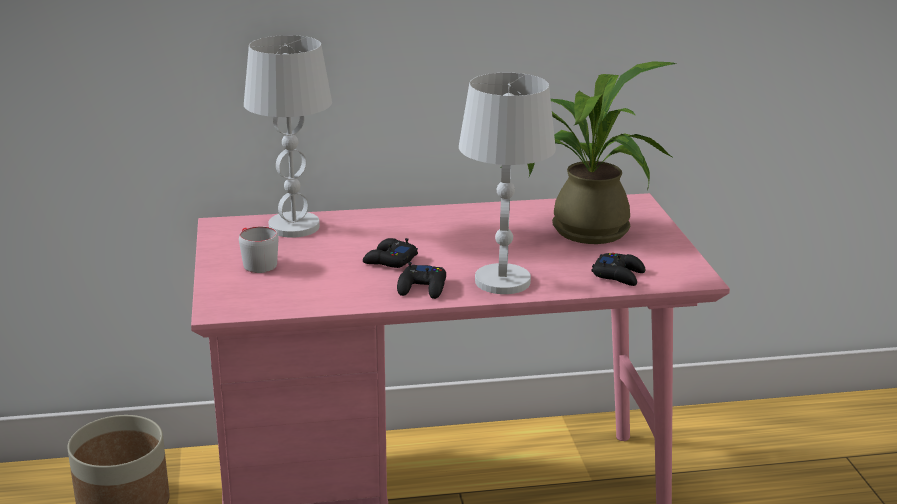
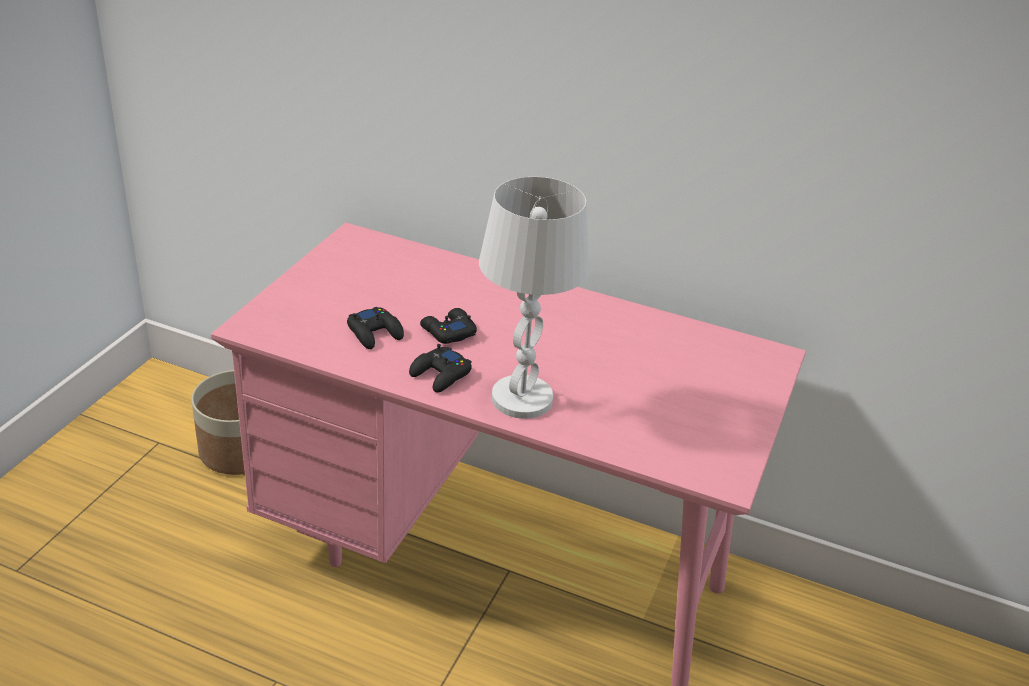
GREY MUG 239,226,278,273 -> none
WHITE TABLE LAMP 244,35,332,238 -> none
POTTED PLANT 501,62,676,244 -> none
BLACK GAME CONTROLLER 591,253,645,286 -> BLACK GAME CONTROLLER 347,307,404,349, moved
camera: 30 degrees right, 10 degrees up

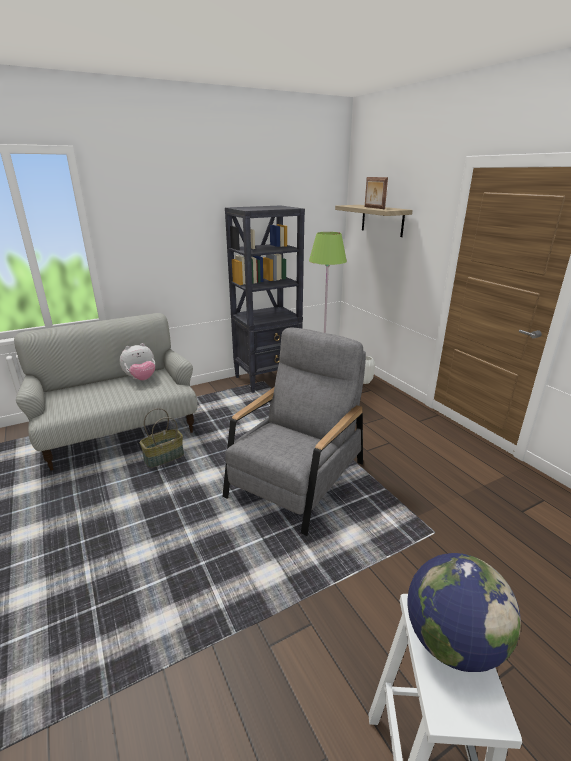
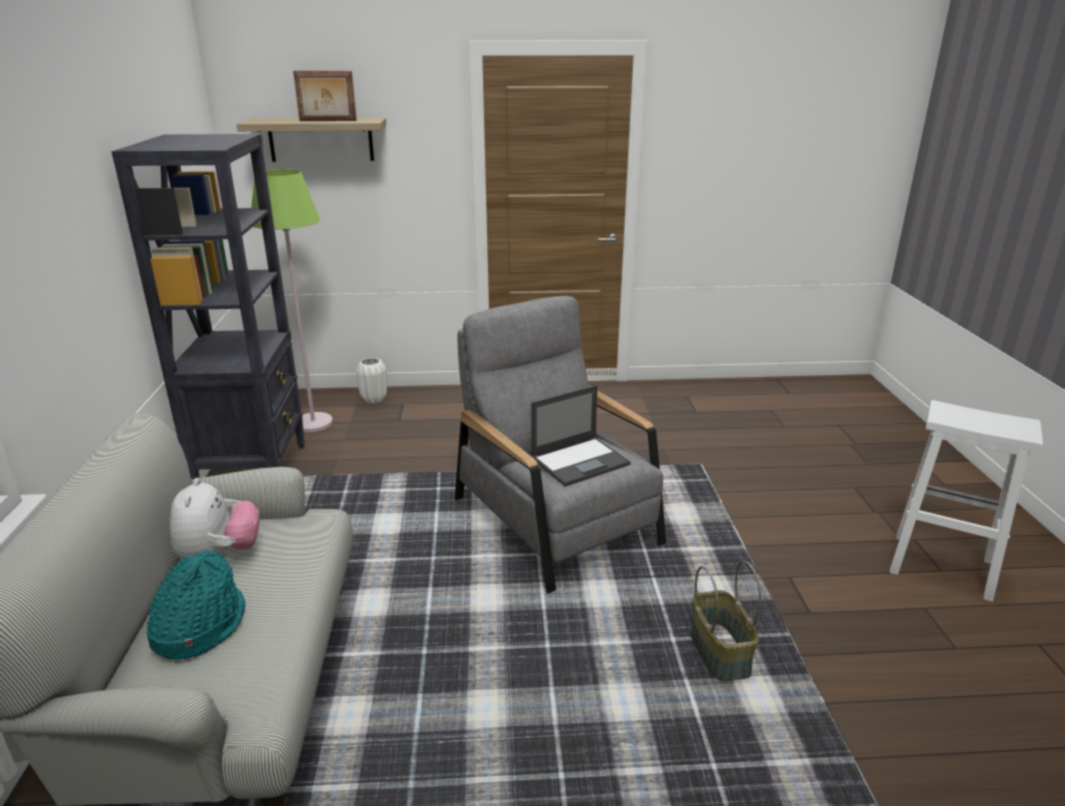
GLOBE 408,553,521,672 -> none
none -> TURQUOISE HAT 146,550,246,660
none -> LAPTOP 531,385,630,487
BASKET 140,408,184,468 -> BASKET 690,561,761,682, moved
camera: 65 degrees left, 0 degrees up

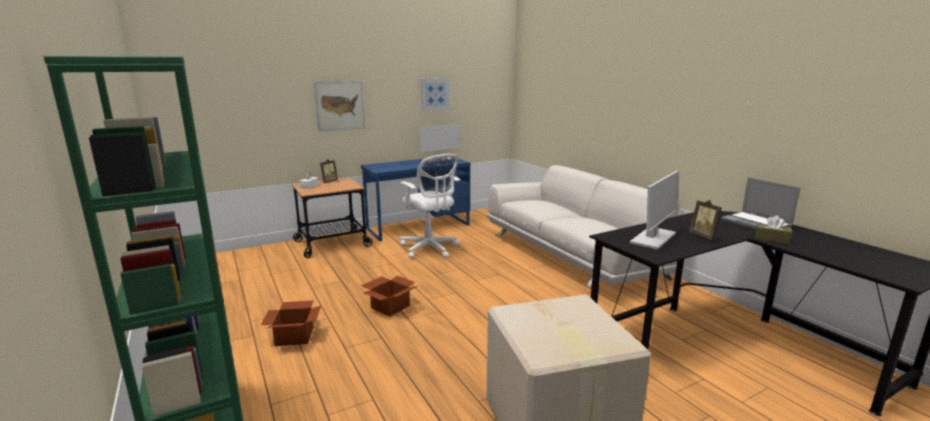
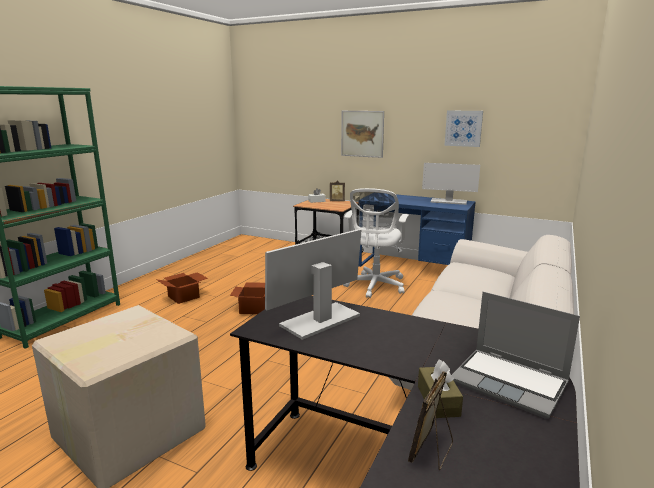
PICTURE FRAME 689,200,722,240 -> PICTURE FRAME 408,371,453,470, moved
MONITOR 630,171,679,250 -> MONITOR 265,229,361,340, 135 degrees clockwise
LAPTOP 721,178,801,230 -> LAPTOP 452,292,580,419, 75 degrees counterclockwise
camera: 55 degrees right, 0 degrees up

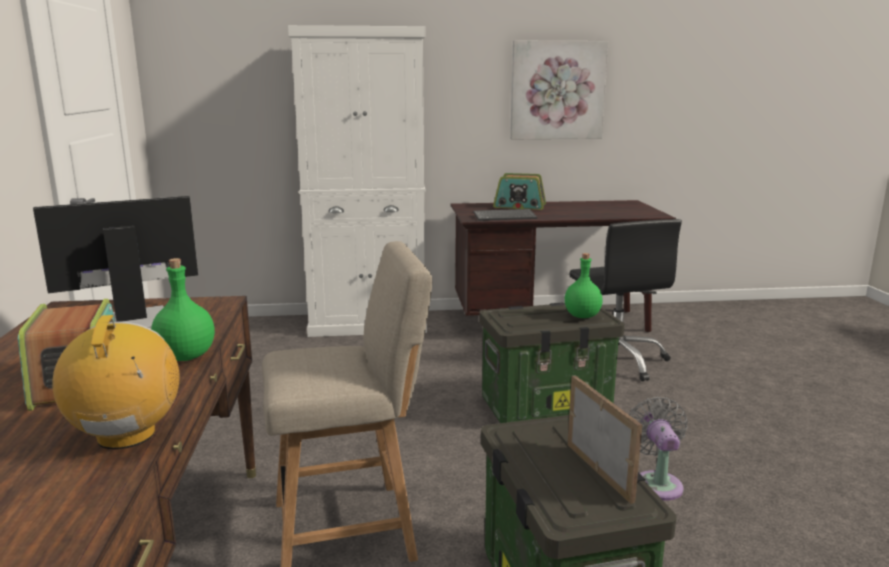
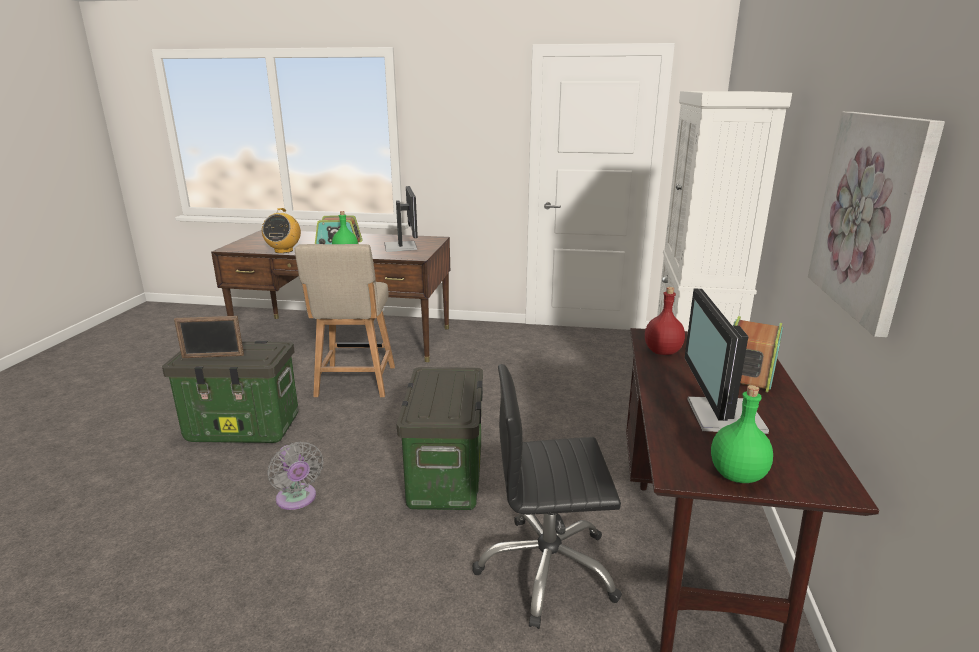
none -> MONITOR 684,289,769,434
GREEN BOTTLE 565,253,603,318 -> GREEN BOTTLE 711,385,773,483, moved
KEYBOARD 473,209,537,221 -> RED BOTTLE 645,287,685,355
RADIO 52,315,180,449 -> RADIO 262,208,301,253, 90 degrees clockwise
GREY FAN 629,397,688,501 -> GREY FAN 267,441,324,510, 45 degrees clockwise
camera: 105 degrees right, 5 degrees up

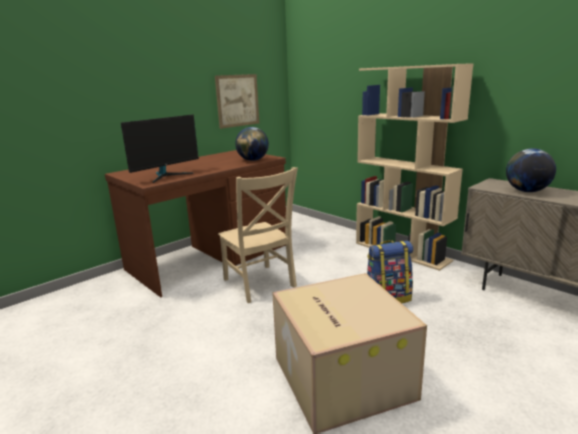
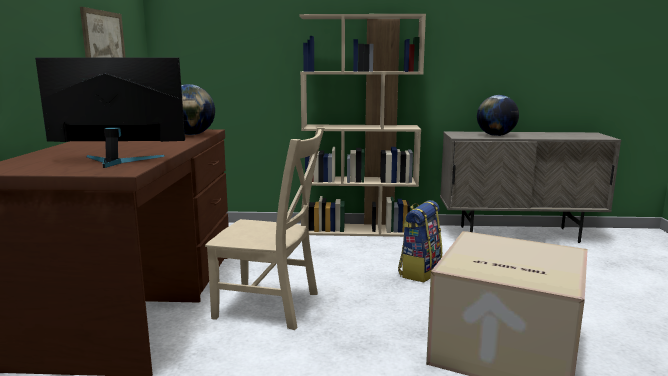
MONITOR 121,115,199,183 -> MONITOR 35,58,185,168, 90 degrees counterclockwise
camera: 45 degrees left, 5 degrees down

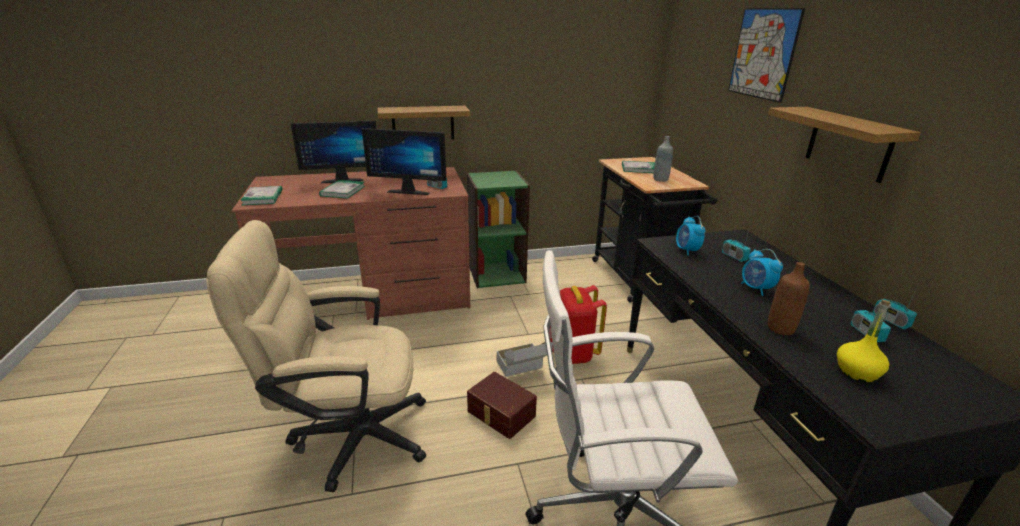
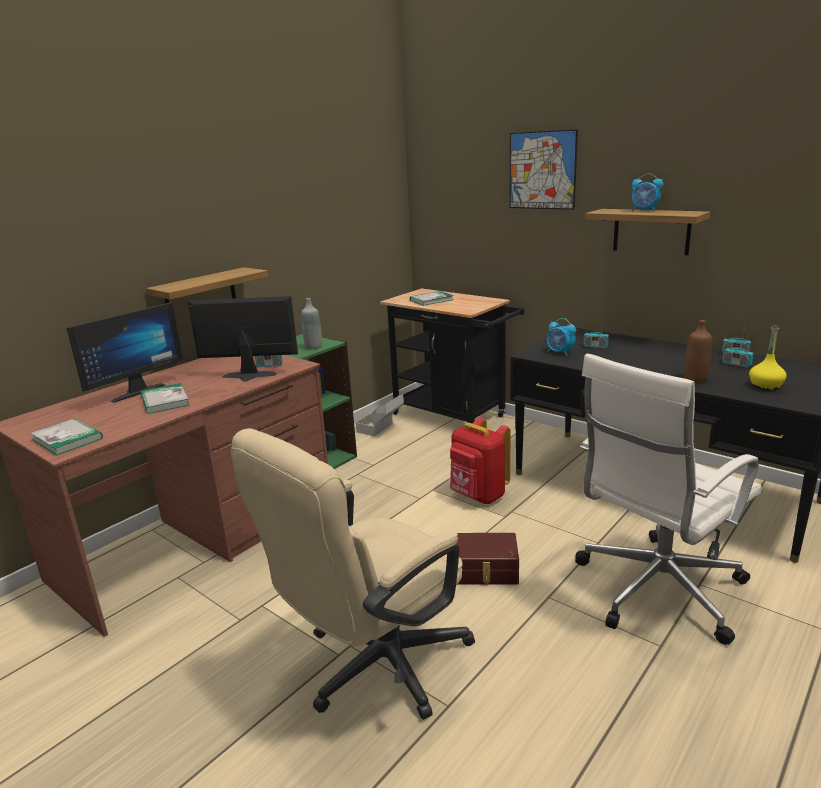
CARDBOARD BOX 497,342,553,377 -> CARDBOARD BOX 356,393,404,436, moved
GREY BOTTLE 653,136,673,182 -> GREY BOTTLE 301,298,322,349, moved
ALARM CLOCK 741,249,783,296 -> ALARM CLOCK 632,173,663,212, moved
MONITOR 362,128,447,195 -> MONITOR 188,296,298,382, 150 degrees counterclockwise
camera: 35 degrees left, 5 degrees down

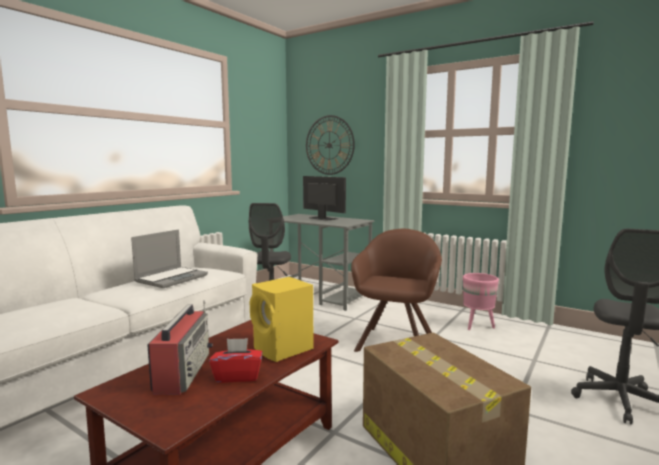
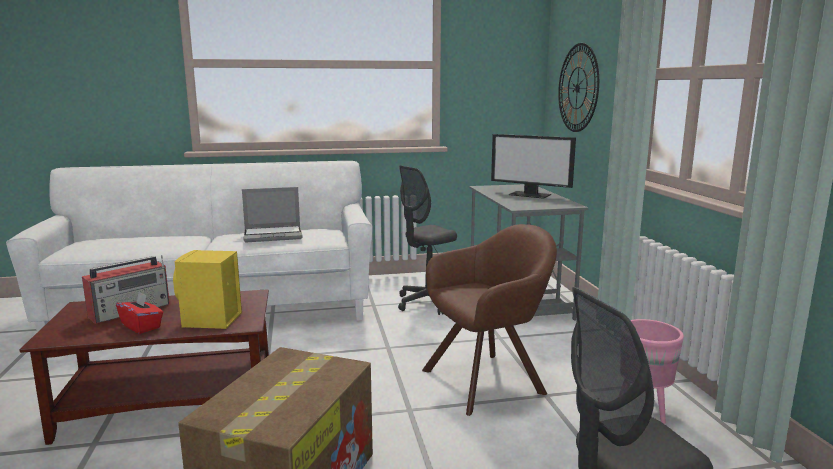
MONITOR 303,176,346,221 -> MONITOR 491,134,576,199, 120 degrees clockwise
camera: 45 degrees right, 5 degrees up

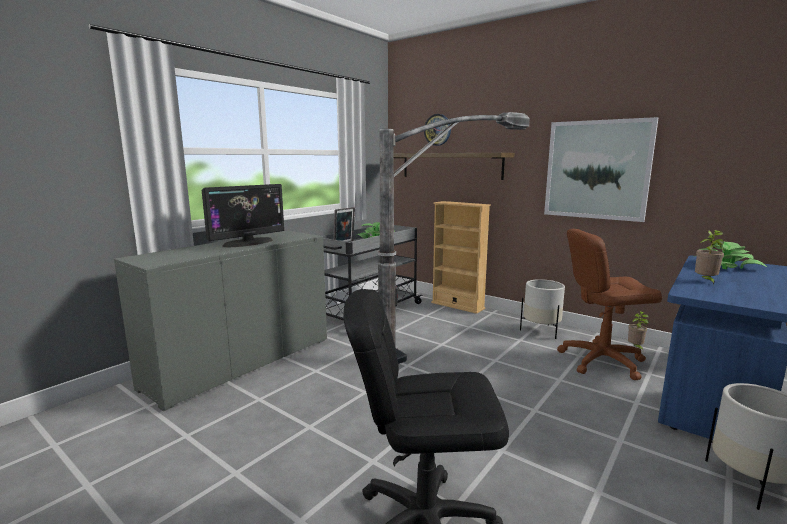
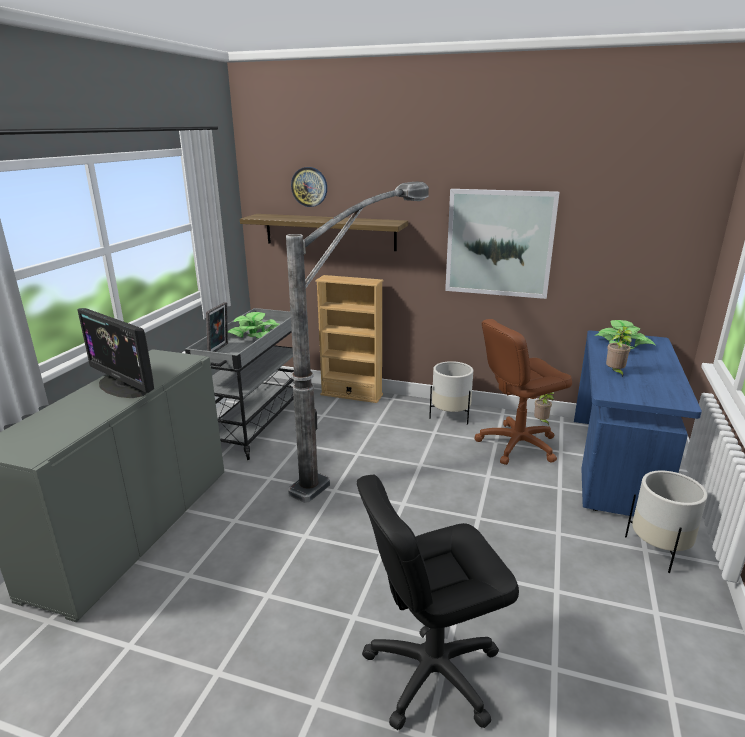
MONITOR 202,184,284,248 -> MONITOR 77,308,154,398, 105 degrees clockwise
camera: 20 degrees left, 10 degrees up

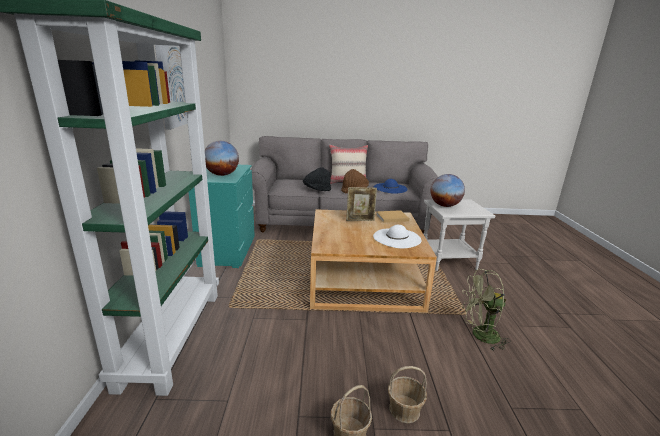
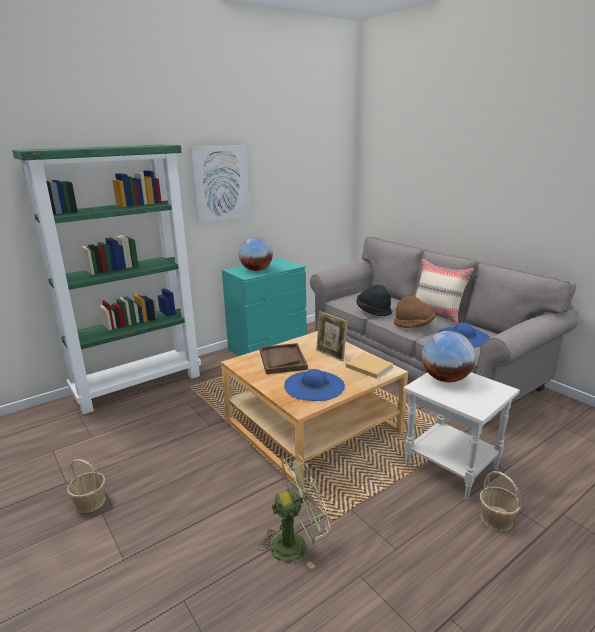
none -> BROWN TRAY 259,343,308,374
BASKET 388,366,427,423 -> BASKET 480,471,521,531, moved
WHITE HAT 373,225,422,248 -> BLUE HAT 284,369,345,401
GREEN FAN 461,269,510,350 -> GREEN FAN 258,454,331,569, 105 degrees clockwise
camera: 55 degrees right, 0 degrees up

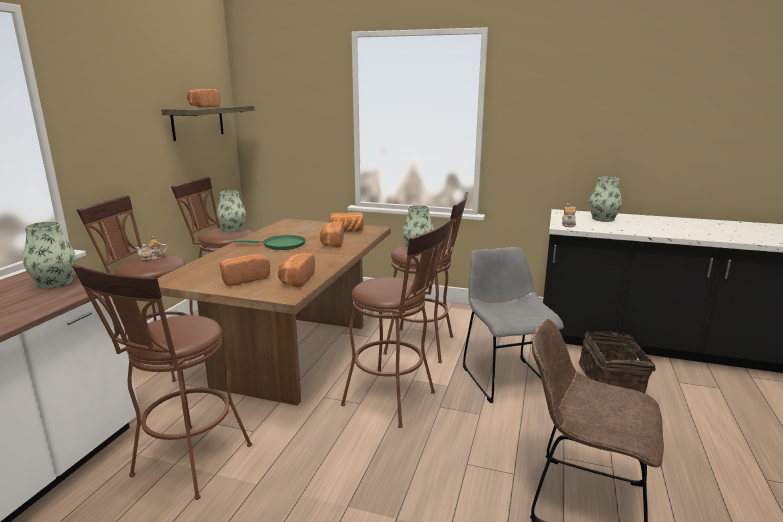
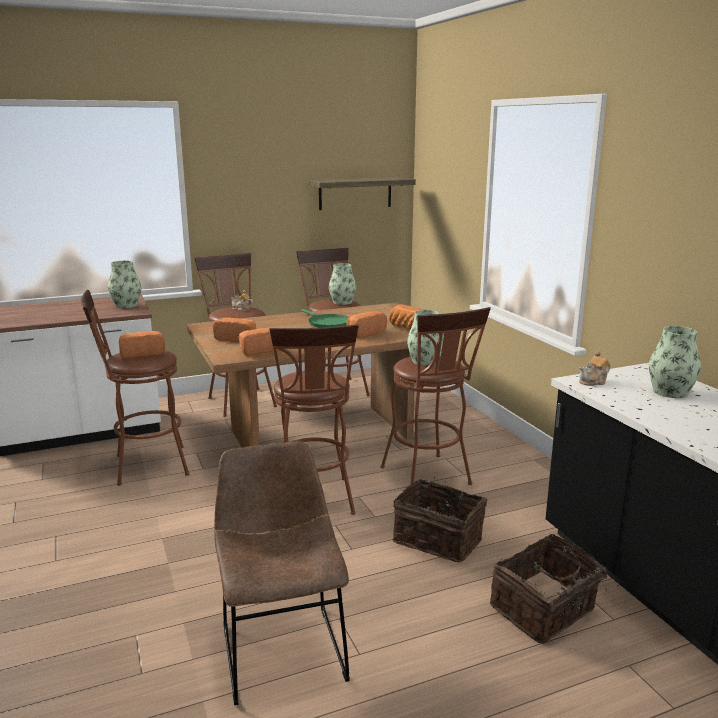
BREAD 187,89,221,107 -> BREAD 119,331,165,358, moved
GREY CHAIR 463,247,564,403 -> BASKET 392,477,487,563
camera: 50 degrees right, 0 degrees up

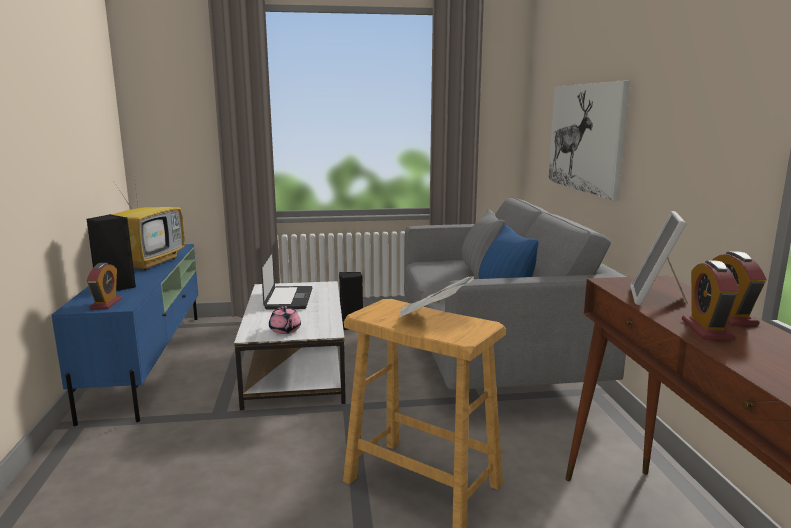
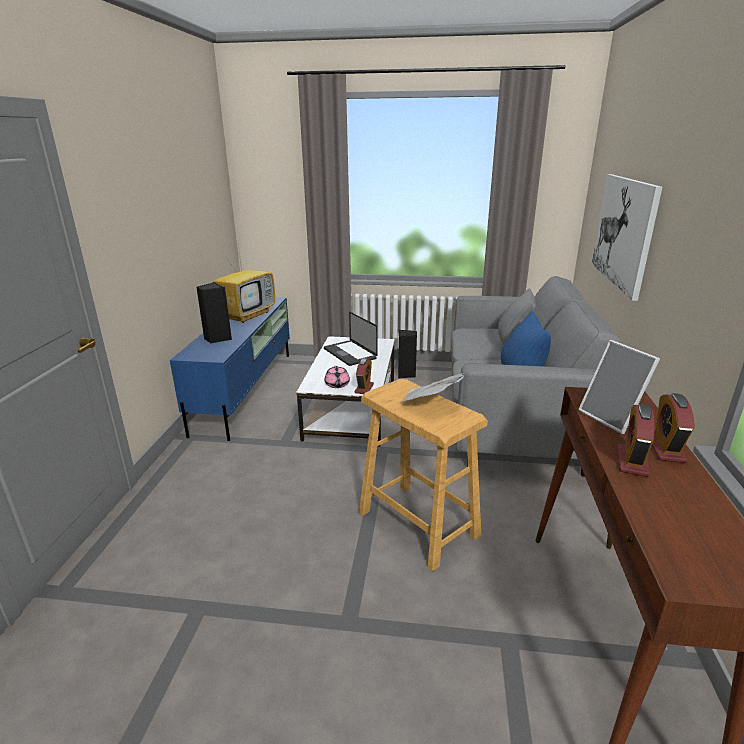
ALARM CLOCK 87,263,122,309 -> ALARM CLOCK 355,358,374,394, moved
LAPTOP 261,250,312,310 -> LAPTOP 324,312,378,366, 135 degrees clockwise
PICTURE FRAME 630,211,688,305 -> PICTURE FRAME 578,340,660,434, 60 degrees counterclockwise
camera: 15 degrees right, 10 degrees up

